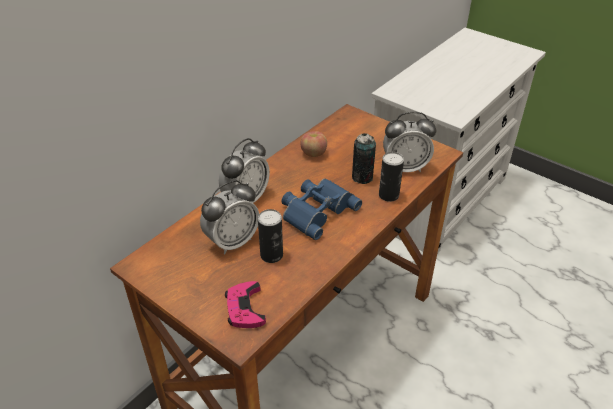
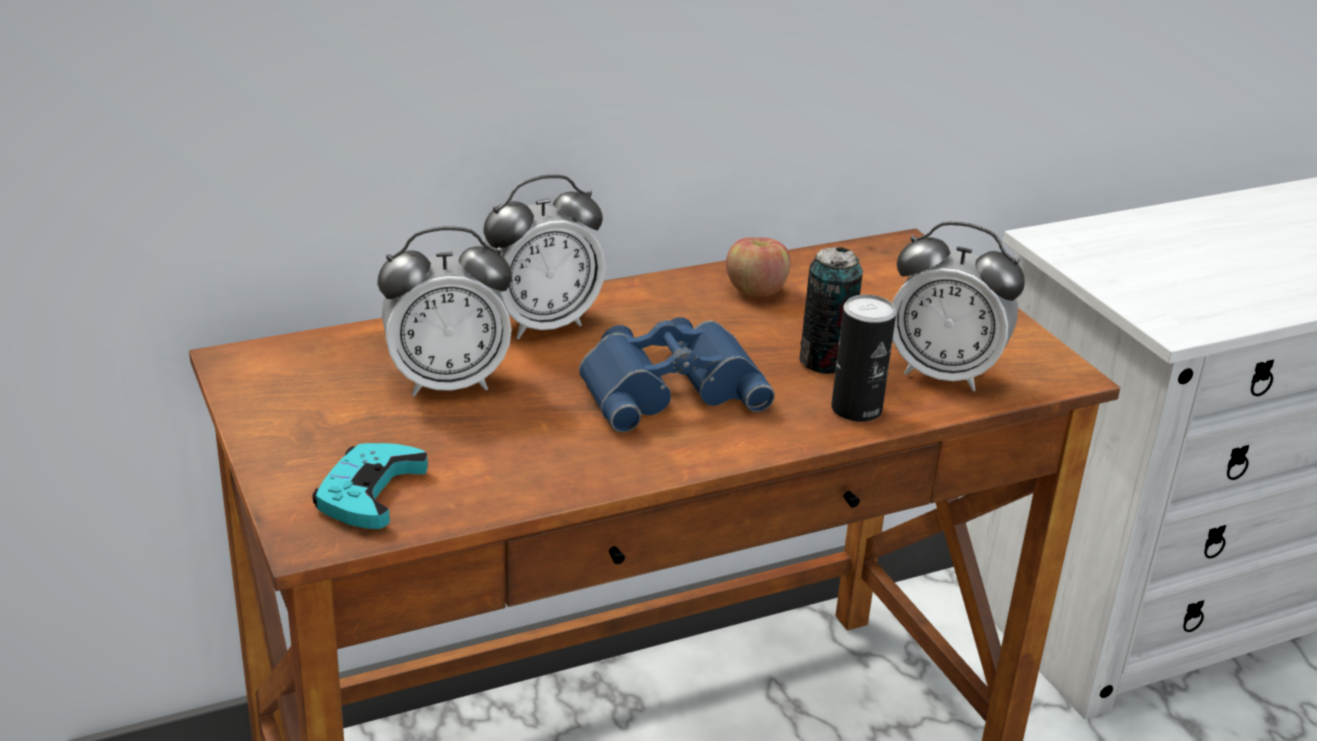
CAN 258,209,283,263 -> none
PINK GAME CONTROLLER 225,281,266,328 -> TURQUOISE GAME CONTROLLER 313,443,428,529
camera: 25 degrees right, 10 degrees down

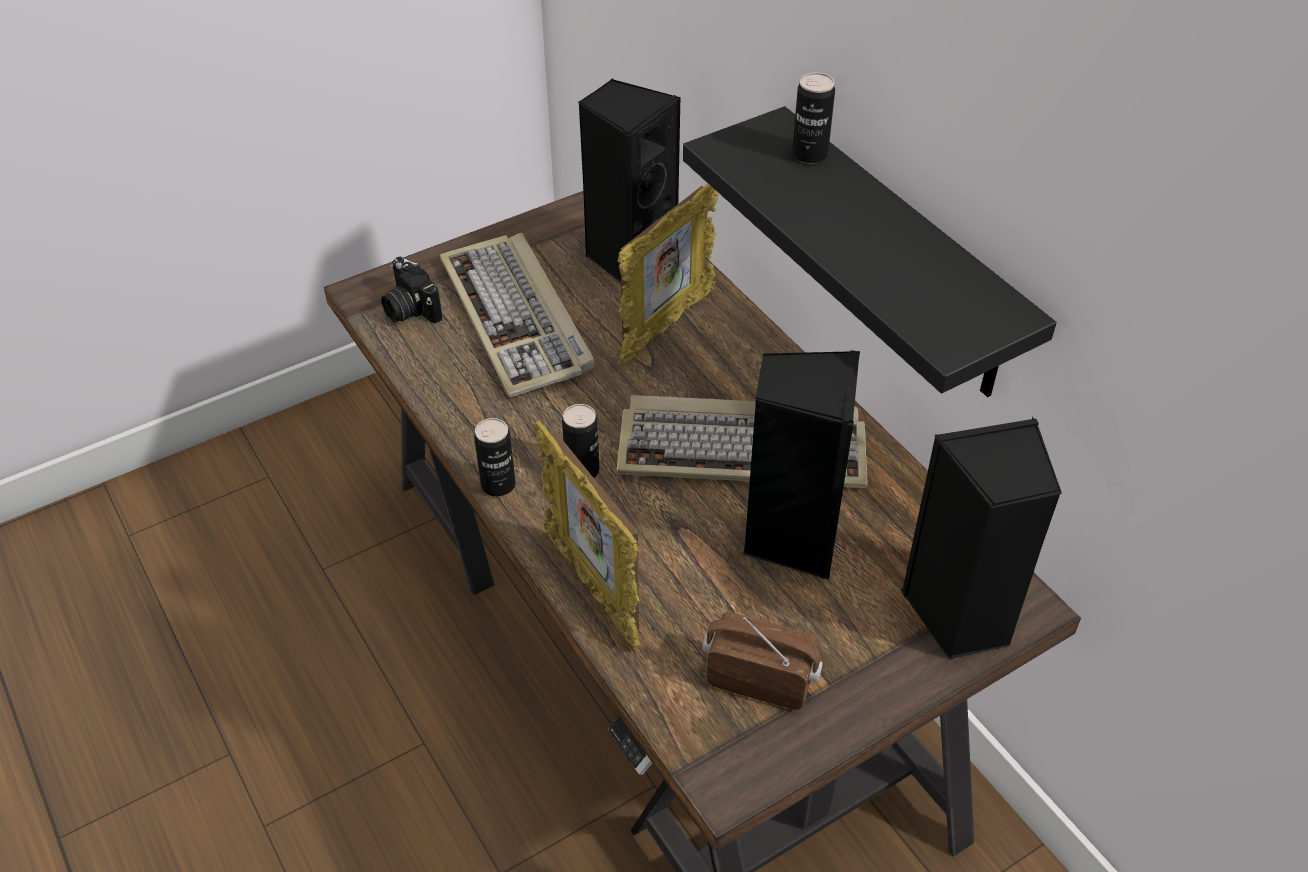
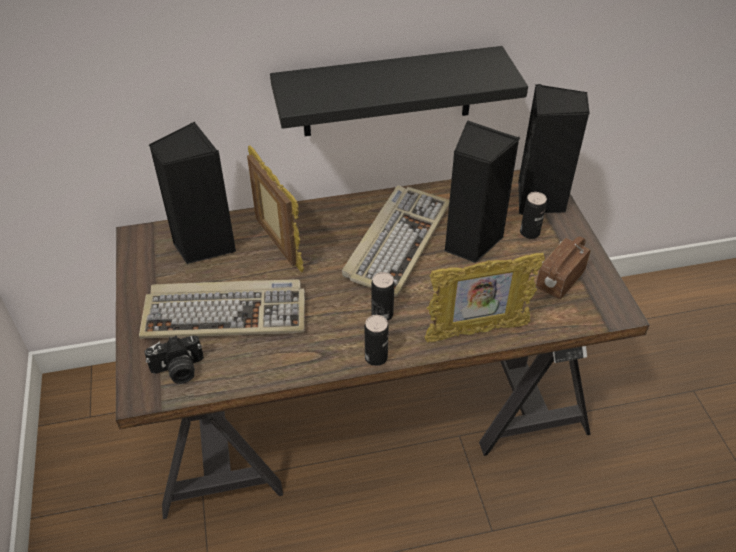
CAN 792,72,835,164 -> CAN 520,192,547,239, moved
camera: 70 degrees left, 0 degrees up

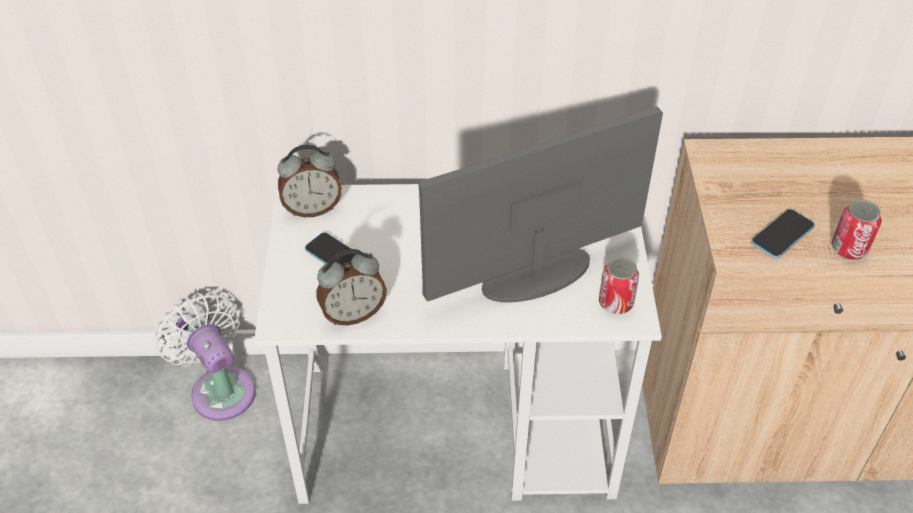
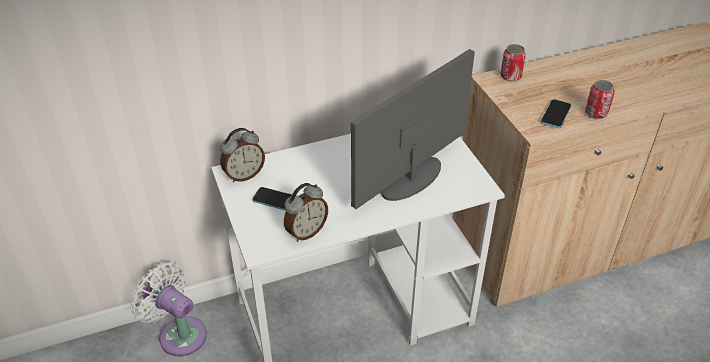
CAN 599,257,639,314 -> CAN 501,44,526,81, moved
camera: 20 degrees left, 5 degrees down

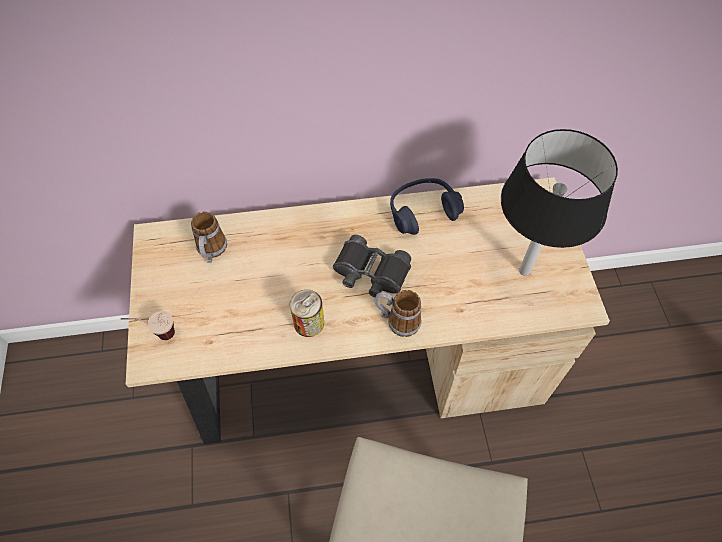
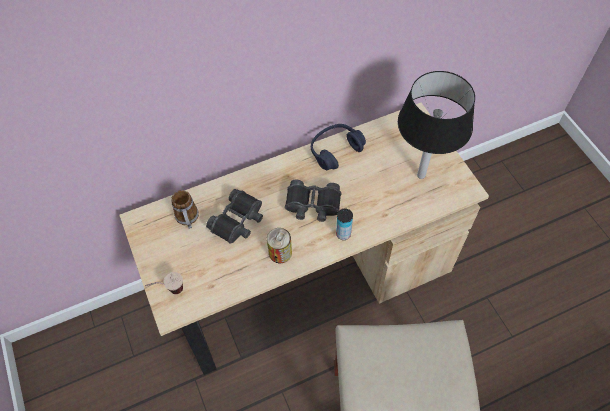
none -> BLACK BINOCULARS 206,189,263,244
MUG 375,290,421,337 -> CAN 336,209,353,240
camera: 15 degrees left, 0 degrees up

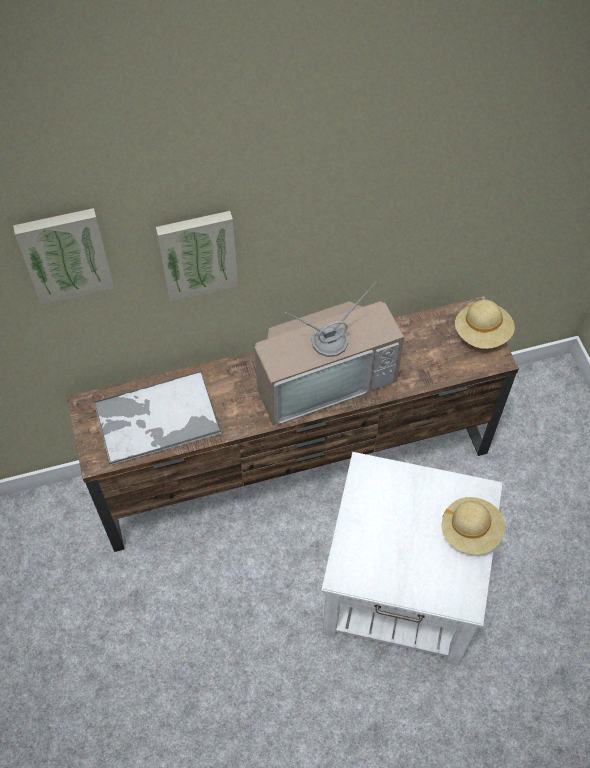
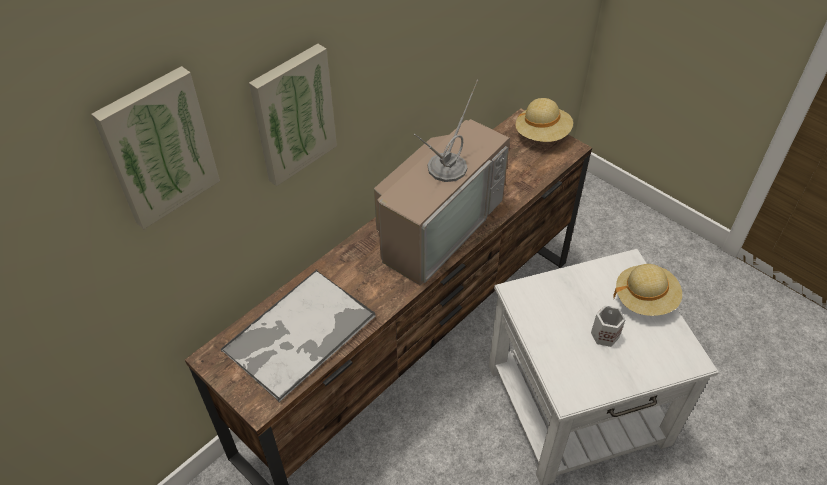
none -> WHITE MUG 591,306,626,347
camera: 30 degrees left, 10 degrees down

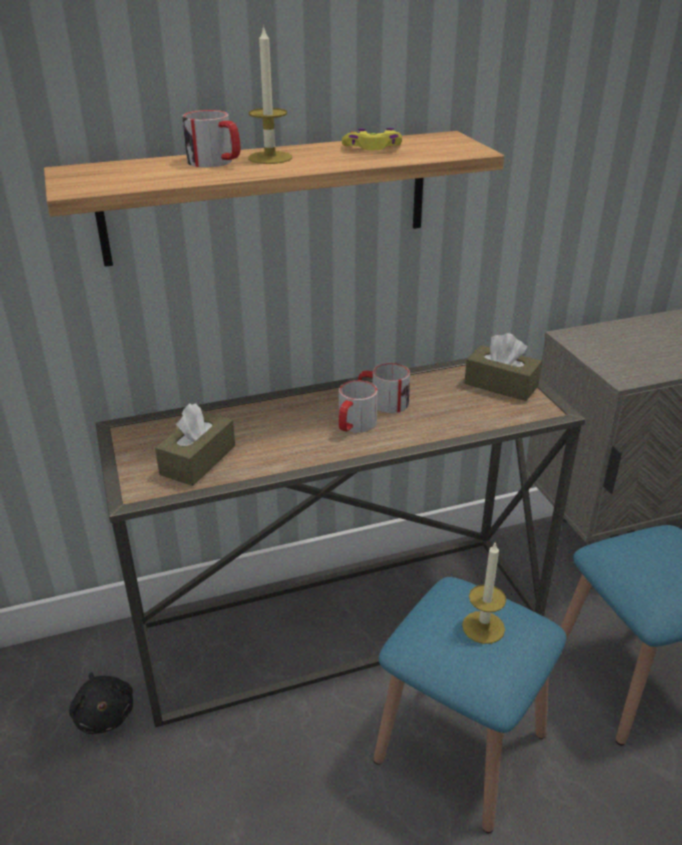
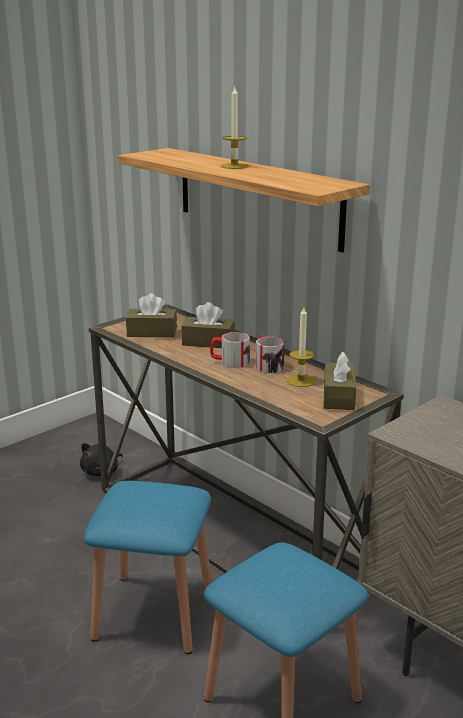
MUG 182,110,240,168 -> none
YELLOW GAME CONTROLLER 342,128,402,150 -> none
none -> BROWN TISSUE BOX 182,302,235,348
CANDLE 462,541,506,644 -> CANDLE 286,307,316,387, moved
camera: 65 degrees right, 10 degrees down

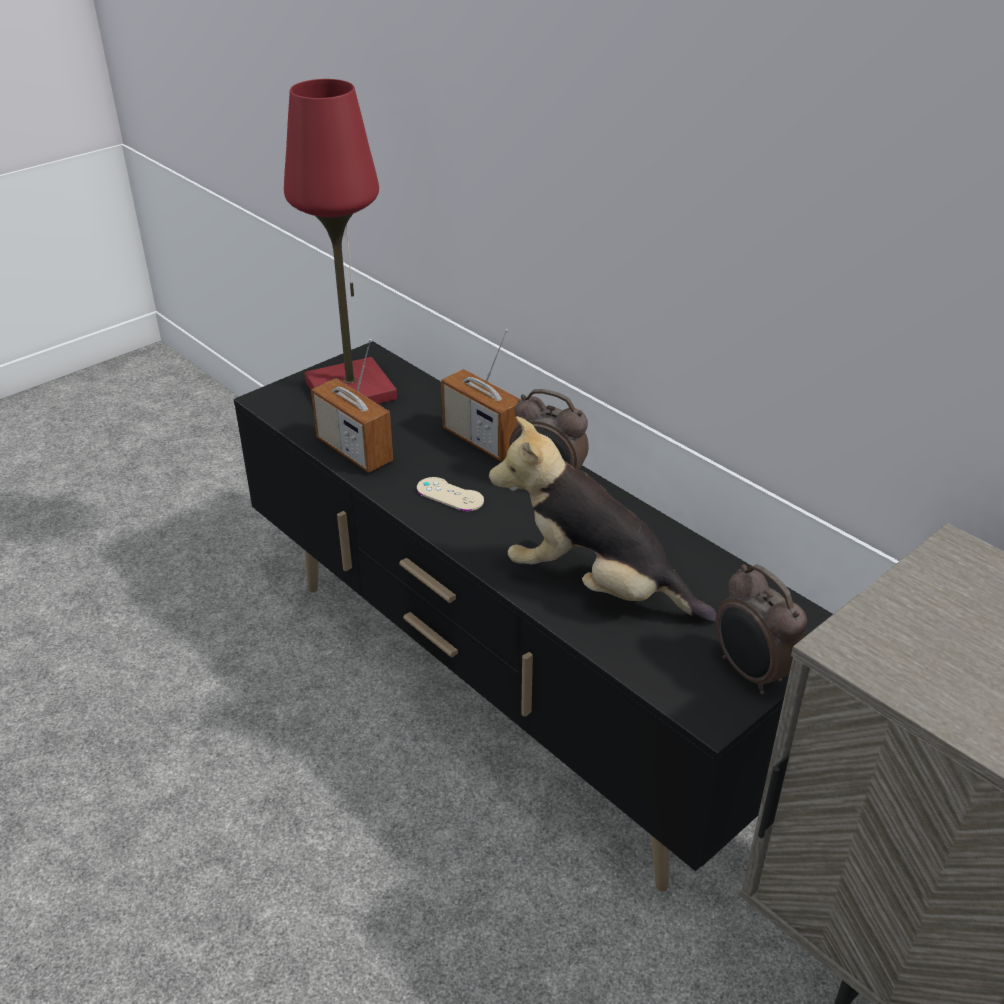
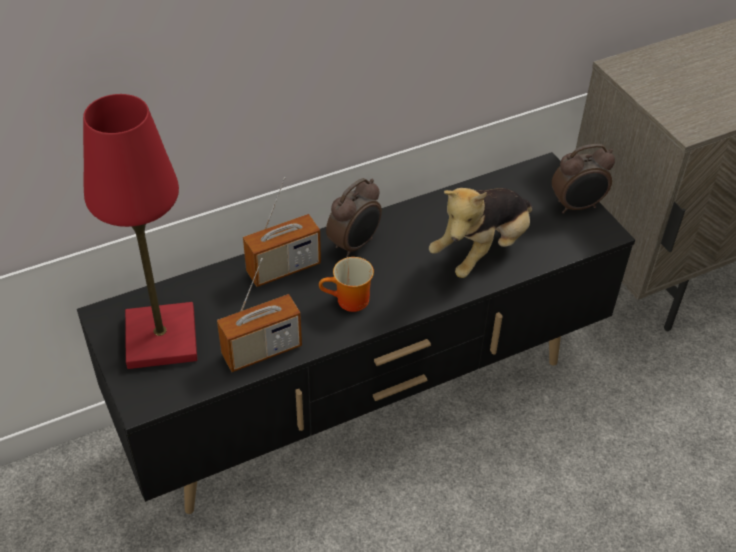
BEIGE GAME CONTROLLER 417,477,484,511 -> MUG 319,257,374,312
camera: 75 degrees left, 10 degrees up

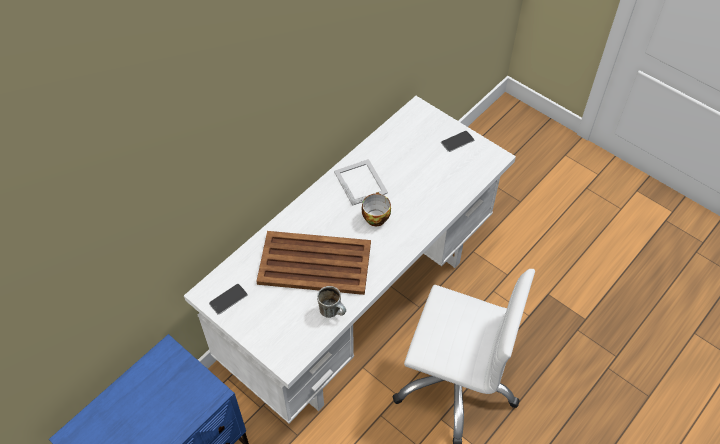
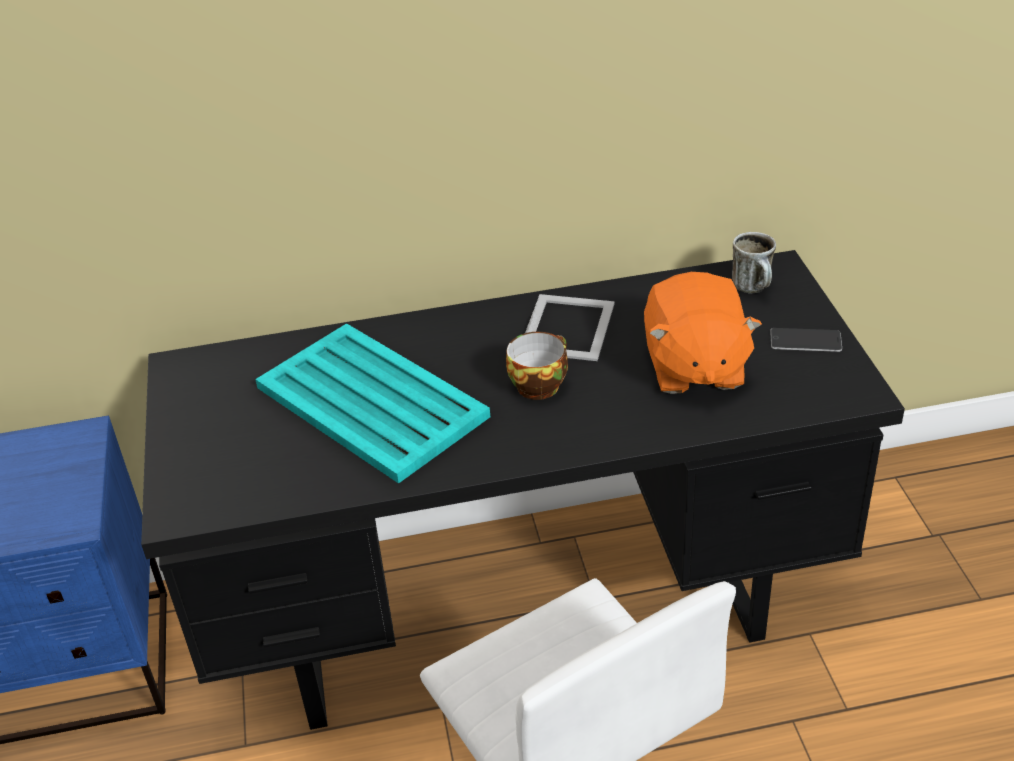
PHONE 209,284,248,315 -> none
none -> ORANGE PLUSH TOY 644,272,762,394
MUG 317,286,346,318 -> MUG 732,232,776,294, moved
WHITE DESK 184,96,516,423 -> BLACK DESK 141,250,905,730
BROWN TRAY 256,231,371,295 -> TURQUOISE TRAY 255,323,490,484
camera: 40 degrees right, 15 degrees down

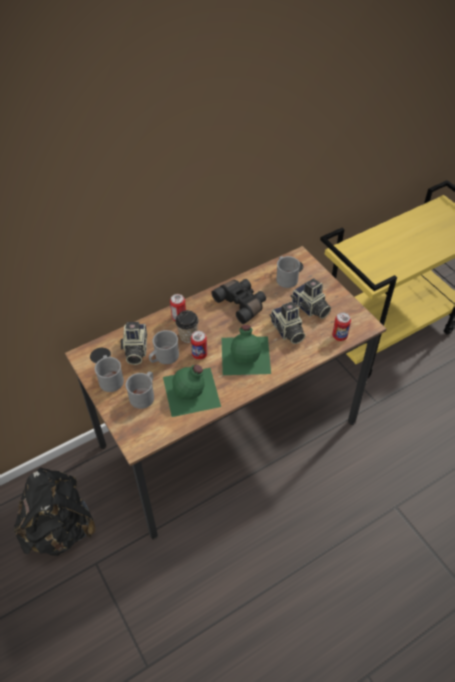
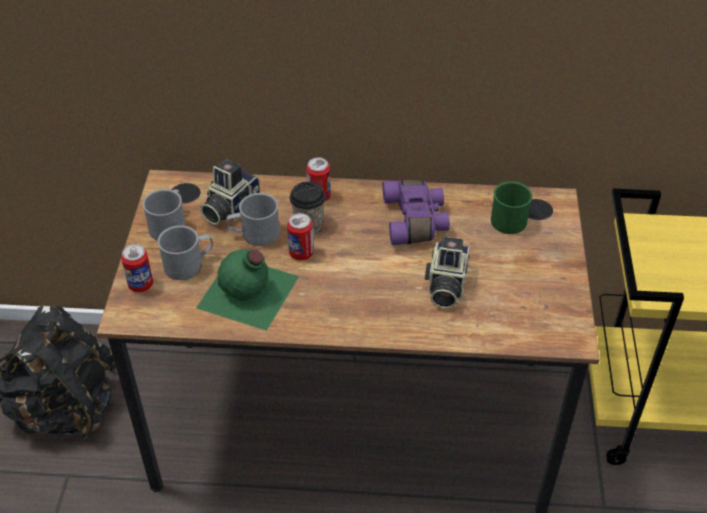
GREEN BOTTLE 222,325,271,375 -> none
PHOTO CAMERA 291,278,331,319 -> none
CAN 332,312,351,341 -> CAN 121,244,153,293, moved
BLACK BINOCULARS 211,279,266,324 -> PURPLE BINOCULARS 383,180,450,245
GREY MUG 276,256,300,288 -> GREEN MUG 491,181,533,234
camera: 35 degrees right, 5 degrees down

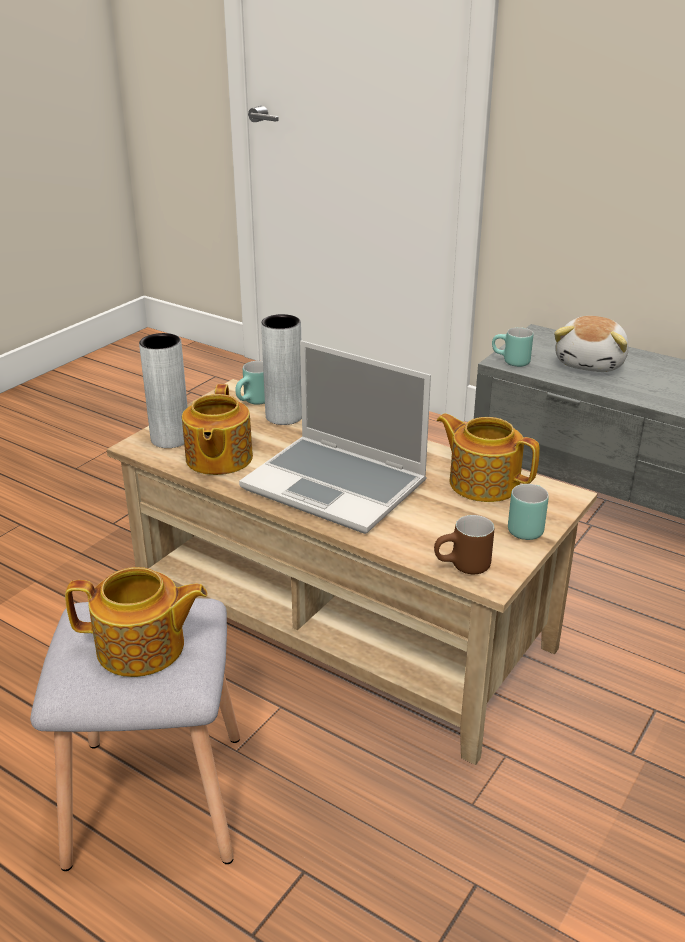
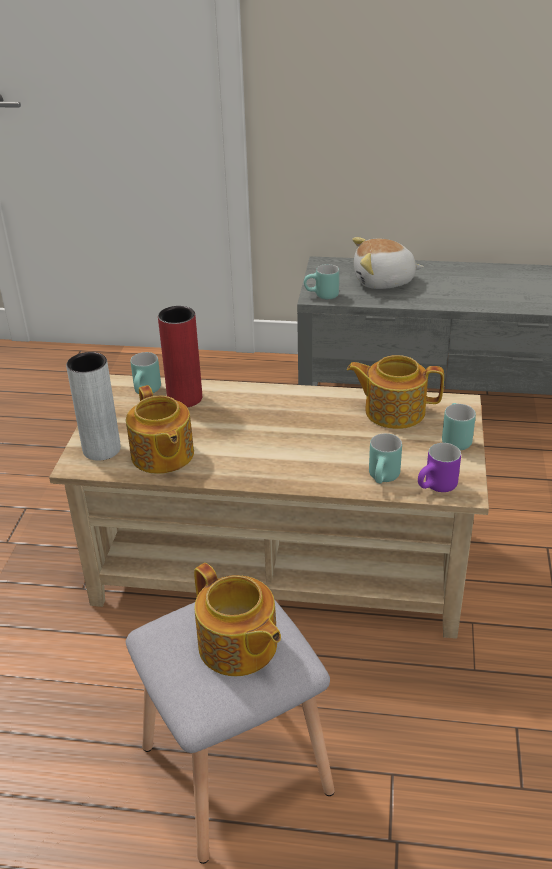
LAPTOP 239,340,431,534 -> none
none -> TURQUOISE MUG 369,433,402,483
GREY VASE 261,314,302,425 -> RED VASE 158,306,202,407
BROWN MUG 434,515,494,575 -> PURPLE MUG 418,443,461,492
TEAPOT 65,567,208,677 -> TEAPOT 194,563,281,676, 75 degrees clockwise
PLUSH TOY 554,316,629,372 -> PLUSH TOY 352,237,424,289, 90 degrees clockwise
camera: 25 degrees left, 5 degrees up

